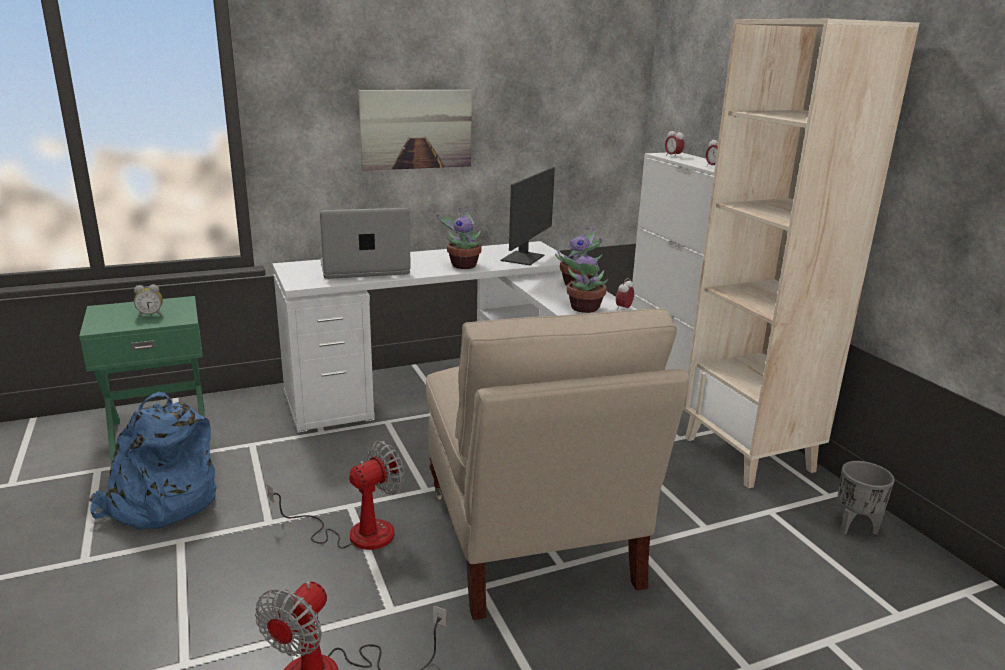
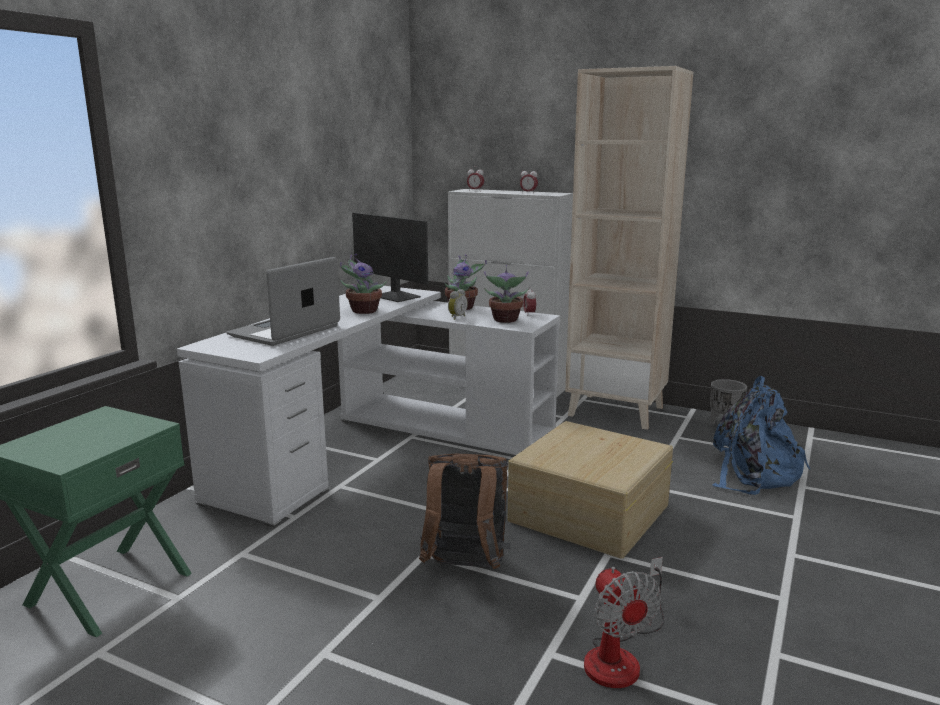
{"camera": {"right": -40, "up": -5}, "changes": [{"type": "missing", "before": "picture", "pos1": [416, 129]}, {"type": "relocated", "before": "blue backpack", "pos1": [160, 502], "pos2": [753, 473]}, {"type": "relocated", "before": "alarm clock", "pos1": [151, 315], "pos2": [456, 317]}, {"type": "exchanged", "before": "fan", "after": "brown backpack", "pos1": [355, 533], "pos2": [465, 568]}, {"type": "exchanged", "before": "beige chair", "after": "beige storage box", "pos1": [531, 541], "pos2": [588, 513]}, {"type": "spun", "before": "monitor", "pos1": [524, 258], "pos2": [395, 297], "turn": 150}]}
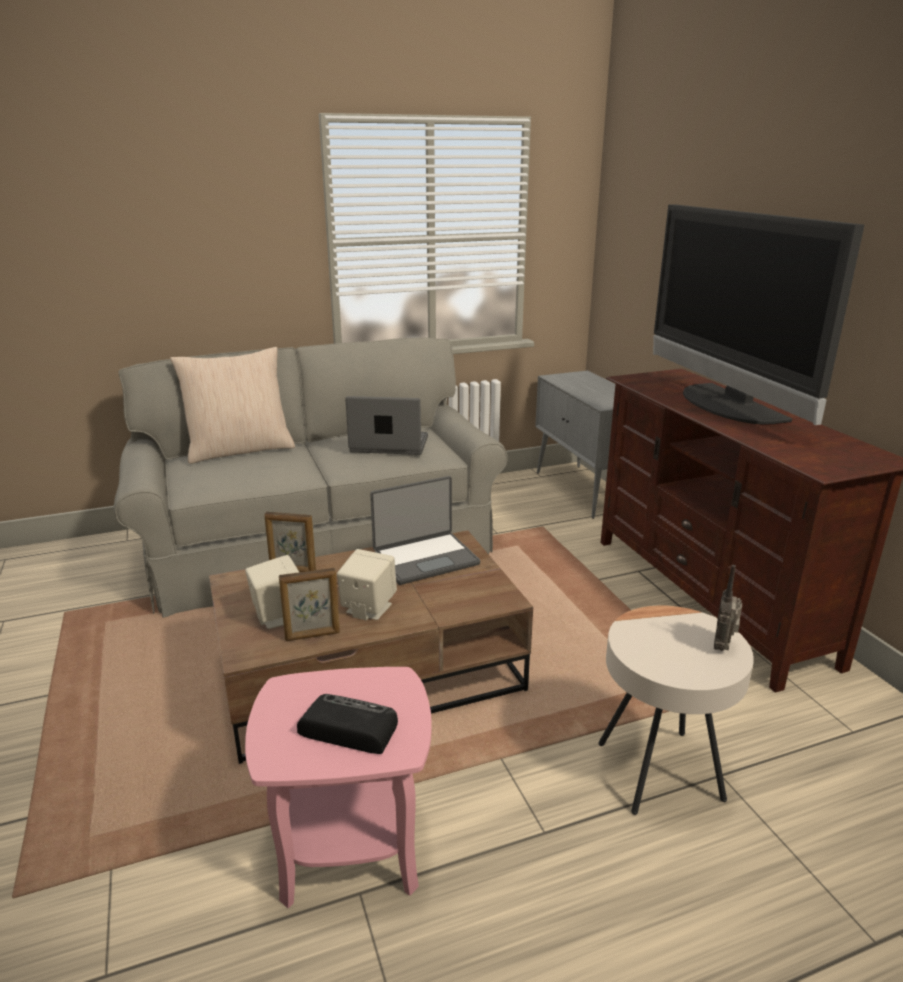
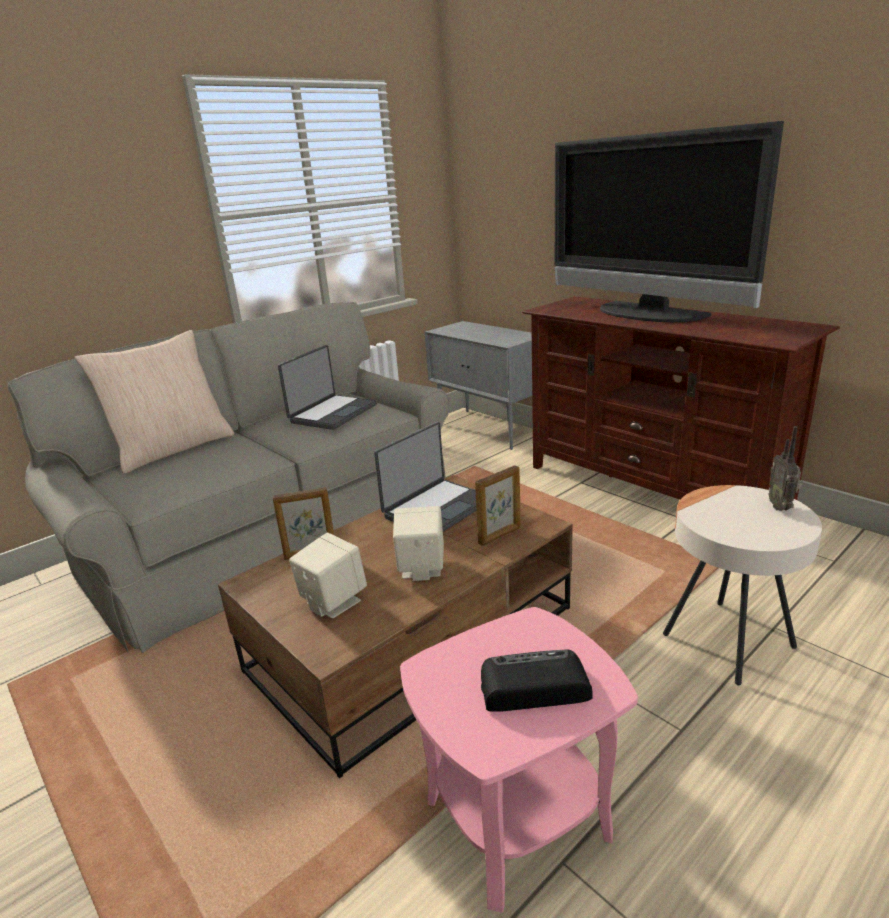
{"camera": {"right": -20, "up": 0}, "changes": [{"type": "relocated", "before": "picture frame", "pos1": [313, 635], "pos2": [500, 535]}, {"type": "spun", "before": "laptop", "pos1": [389, 445], "pos2": [332, 413], "turn": 135}]}
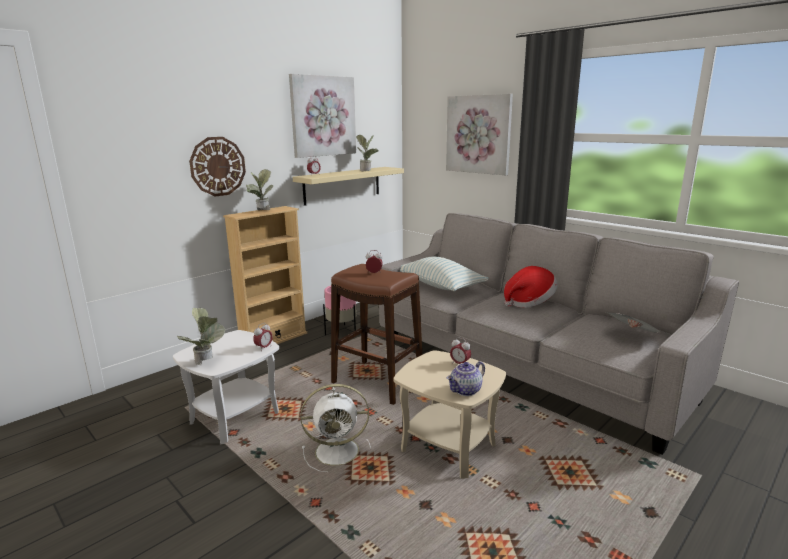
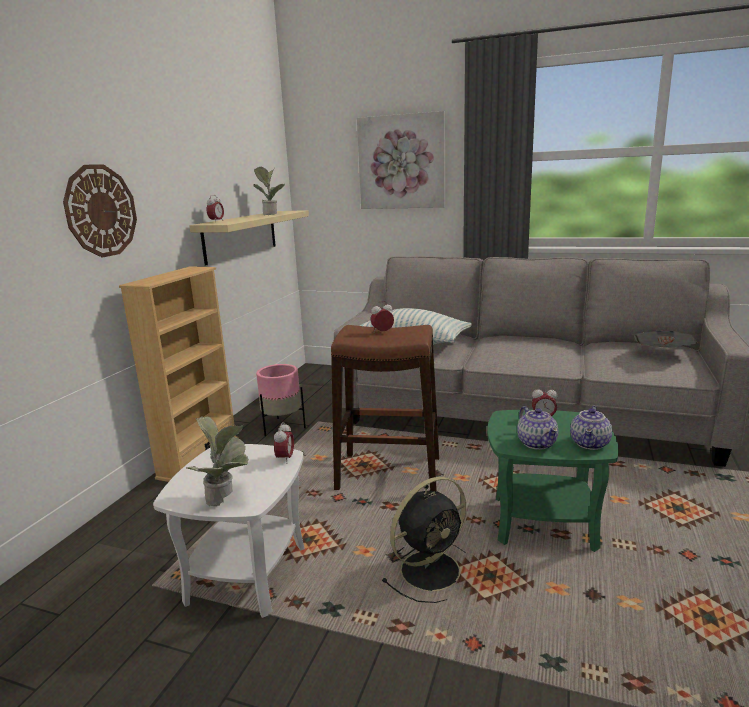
{"camera": {"right": -25, "up": 0}, "changes": [{"type": "missing", "before": "potted plant", "pos1": [261, 211]}, {"type": "missing", "before": "picture", "pos1": [323, 116]}, {"type": "missing", "before": "hat", "pos1": [529, 302]}, {"type": "appeared", "after": "teapot", "pos2": [537, 443]}, {"type": "colour", "before": "white fan", "after": "black fan", "pos1": [339, 451], "pos2": [432, 570]}, {"type": "colour", "before": "beige side table", "after": "green side table", "pos1": [448, 448], "pos2": [544, 523]}]}
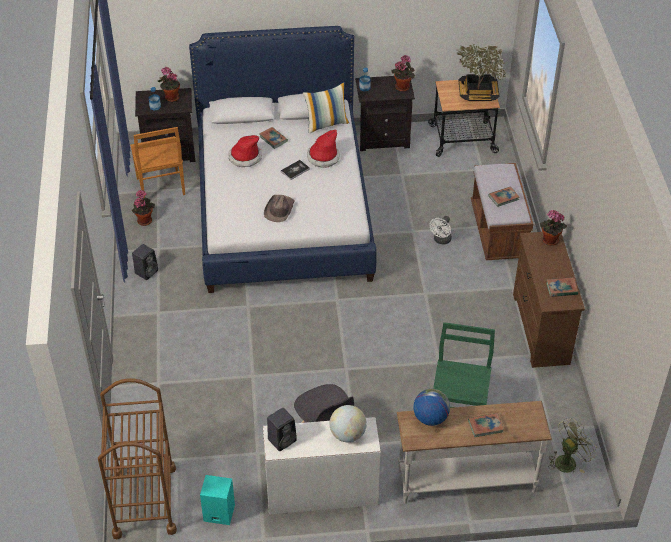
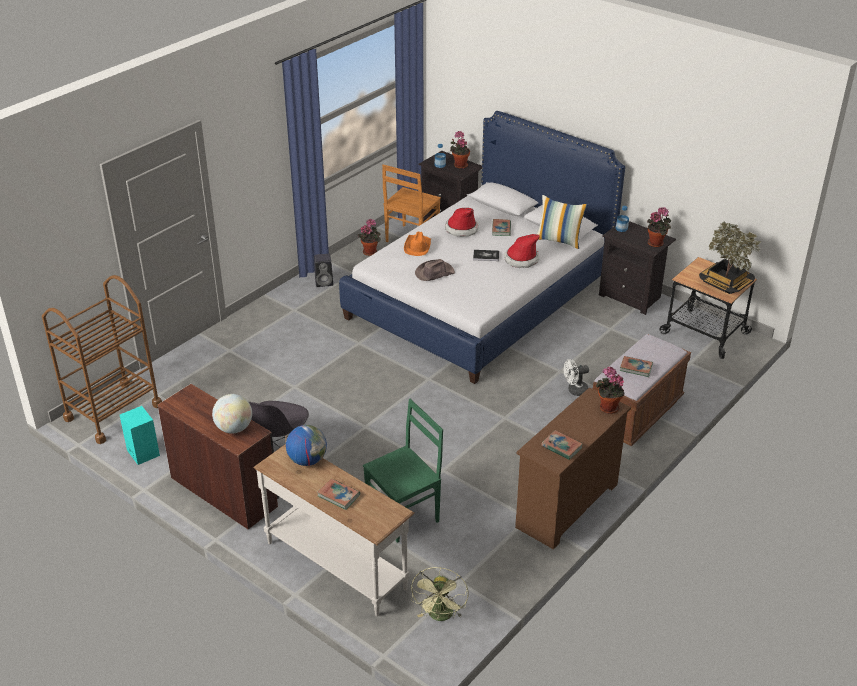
{"camera": {"right": 45, "up": -10}, "changes": [{"type": "missing", "before": "black speaker", "pos1": [282, 439]}, {"type": "appeared", "after": "orange hat", "pos2": [417, 246]}, {"type": "colour", "before": "white desk", "after": "brown desk", "pos1": [321, 492], "pos2": [225, 491]}, {"type": "spun", "before": "green fan", "pos1": [568, 461], "pos2": [441, 616], "turn": 90}]}
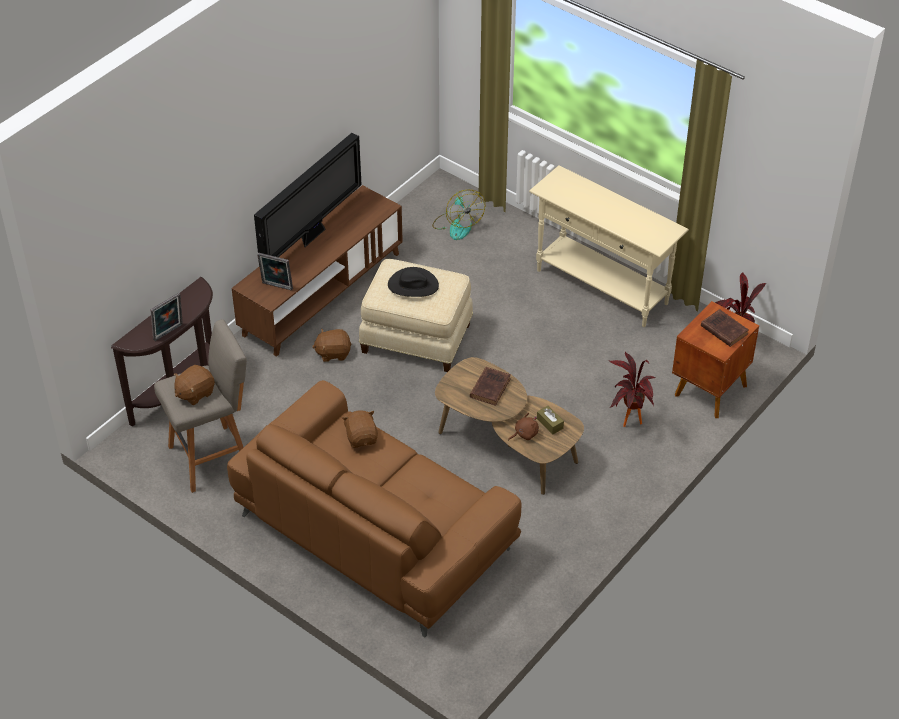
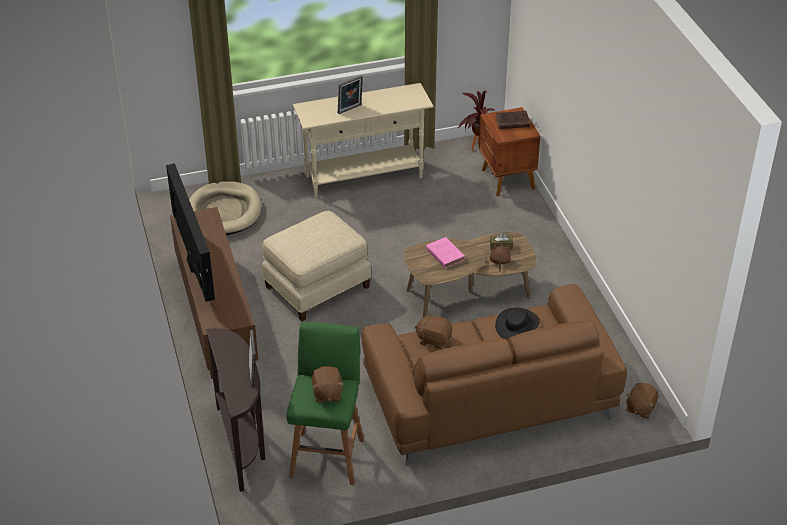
{"camera": {"right": -55, "up": -5}, "changes": [{"type": "missing", "before": "potted plant", "pos1": [628, 424]}, {"type": "relocated", "before": "picture frame", "pos1": [276, 287], "pos2": [350, 110]}, {"type": "relocated", "before": "brown plush toy", "pos1": [333, 353], "pos2": [640, 408]}, {"type": "relocated", "before": "black hat", "pos1": [413, 285], "pos2": [517, 325]}, {"type": "exchanged", "before": "fan", "after": "beige dog bed", "pos1": [457, 225], "pos2": [224, 212]}, {"type": "colour", "before": "grey stool", "after": "green stool", "pos1": [212, 457], "pos2": [327, 455]}, {"type": "colour", "before": "brown book", "after": "pink book", "pos1": [490, 387], "pos2": [444, 254]}]}
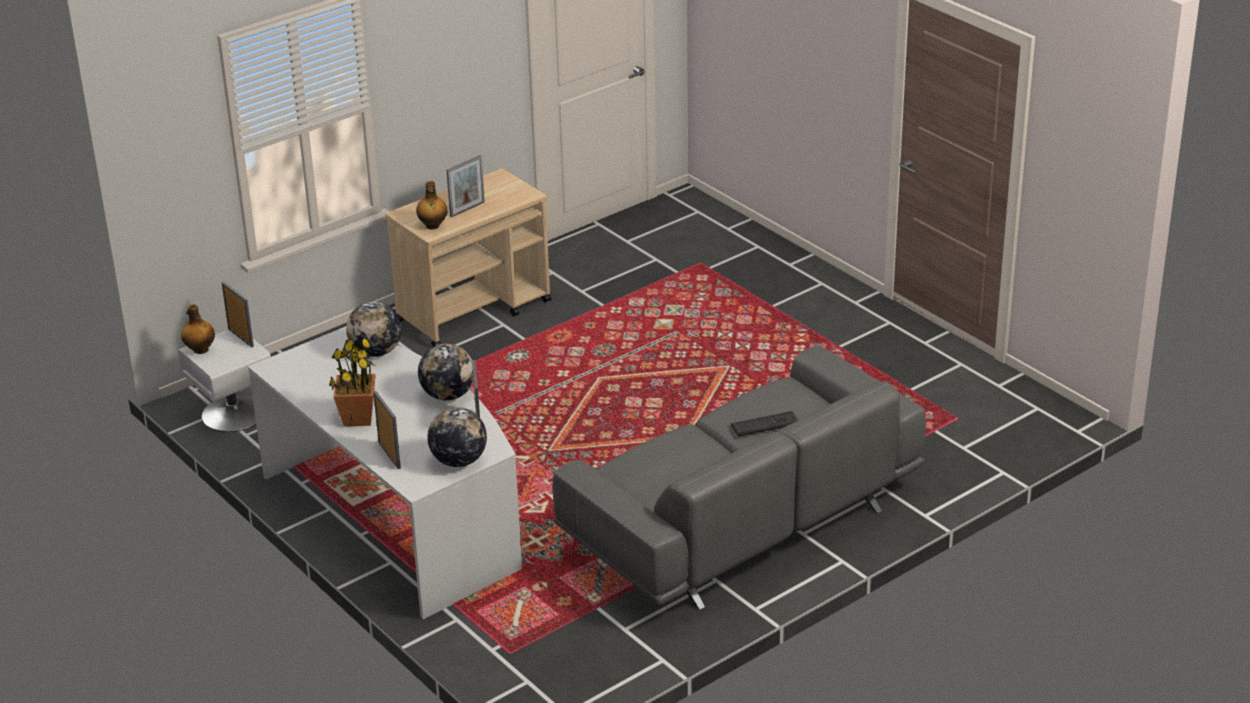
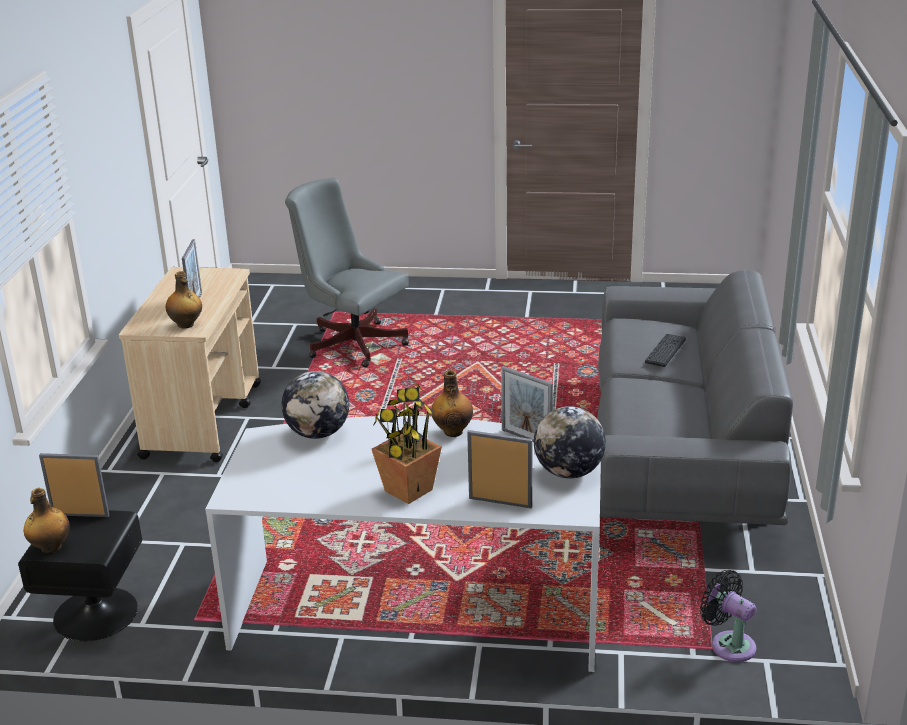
{"camera": {"right": -45, "up": -5}, "changes": [{"type": "appeared", "after": "grey office chair", "pos2": [352, 342]}, {"type": "appeared", "after": "black fan", "pos2": [729, 644]}, {"type": "exchanged", "before": "globe", "after": "bottle", "pos1": [448, 395], "pos2": [453, 431]}, {"type": "colour", "before": "white nightstand", "after": "black nightstand", "pos1": [232, 414], "pos2": [95, 614]}]}
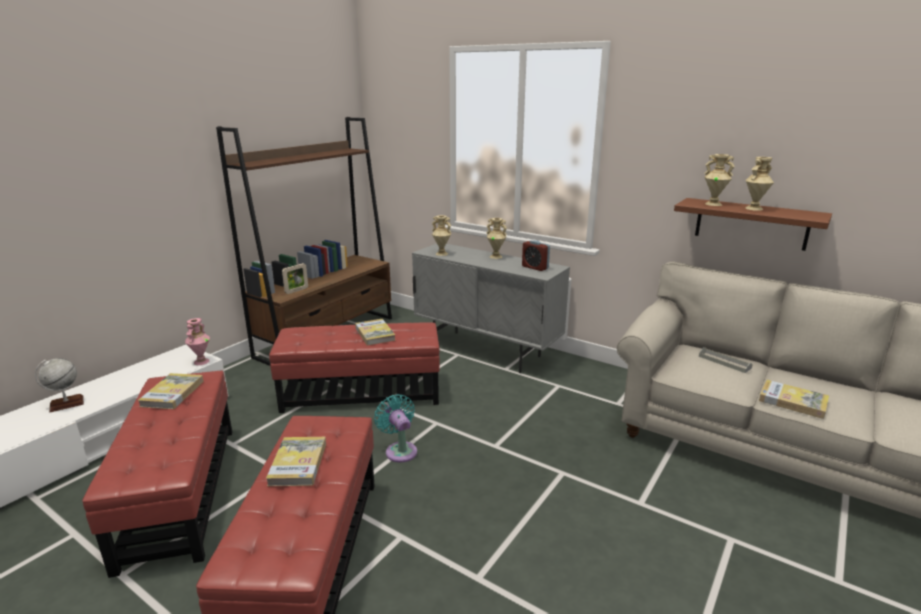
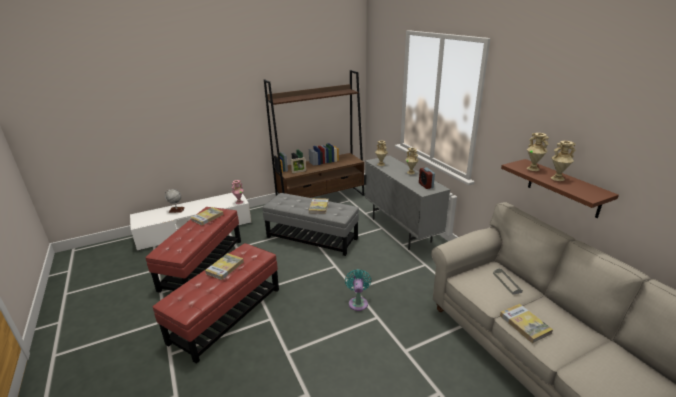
{"camera": {"right": 30, "up": 5}, "changes": [{"type": "relocated", "before": "turquoise fan", "pos1": [400, 450], "pos2": [358, 302]}, {"type": "colour", "before": "red ottoman", "after": "grey ottoman", "pos1": [361, 393], "pos2": [312, 237]}]}
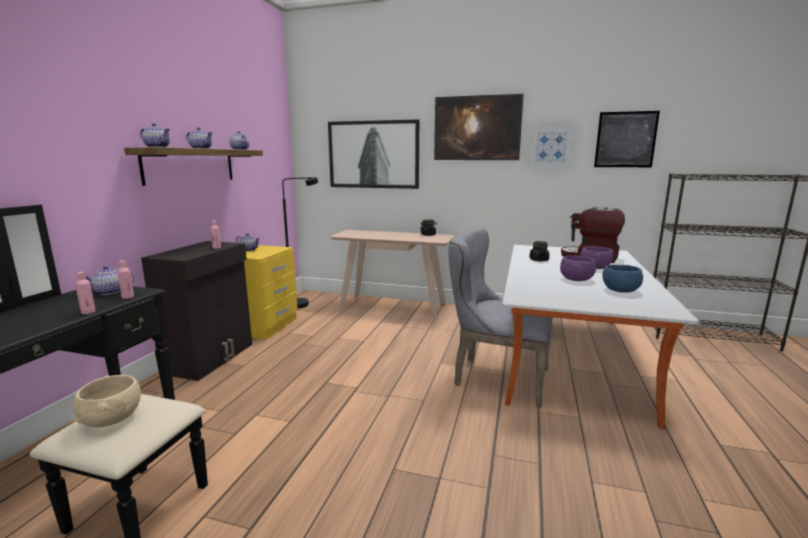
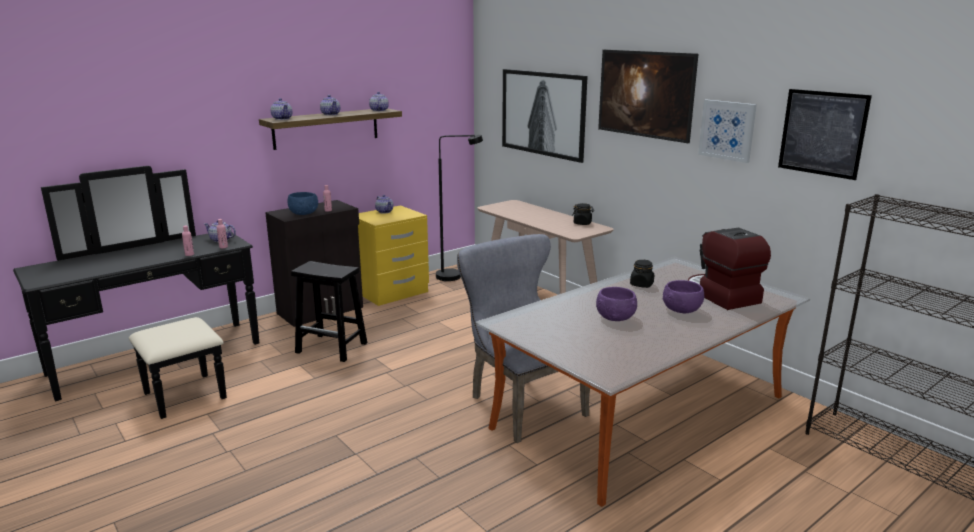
{"camera": {"right": 35, "up": 5}, "changes": [{"type": "missing", "before": "beige bowl", "pos1": [113, 418]}, {"type": "appeared", "after": "black stool", "pos2": [332, 348]}, {"type": "relocated", "before": "blue bowl", "pos1": [619, 290], "pos2": [304, 213]}]}
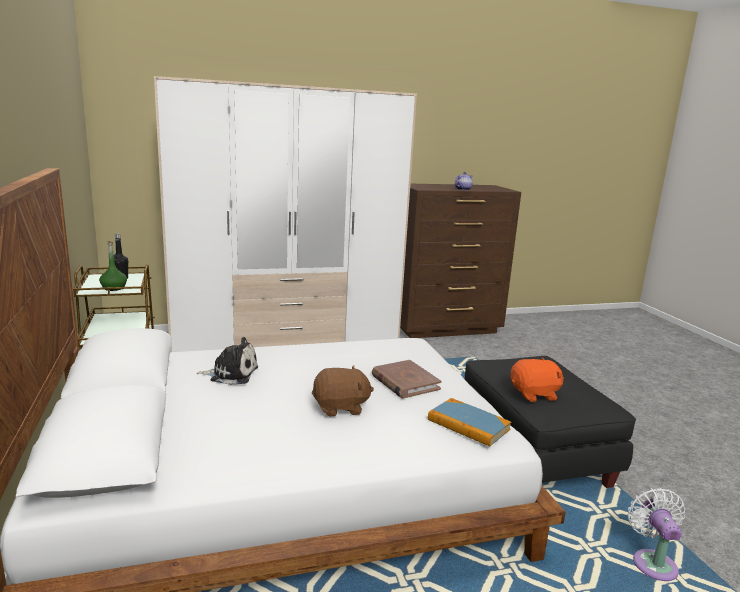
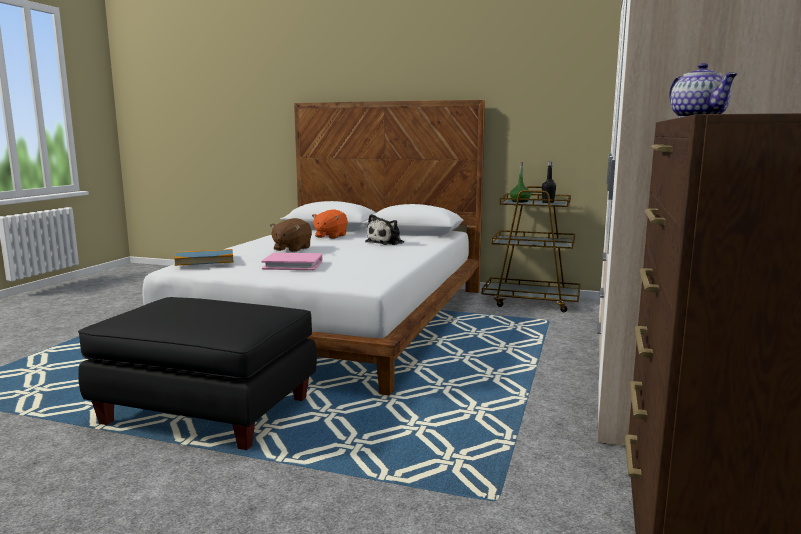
{"camera": {"right": 125, "up": -5}, "changes": [{"type": "missing", "before": "white fan", "pos1": [652, 562]}, {"type": "relocated", "before": "orange plush toy", "pos1": [534, 394], "pos2": [330, 236]}, {"type": "colour", "before": "brown book", "after": "pink book", "pos1": [405, 382], "pos2": [293, 265]}]}
